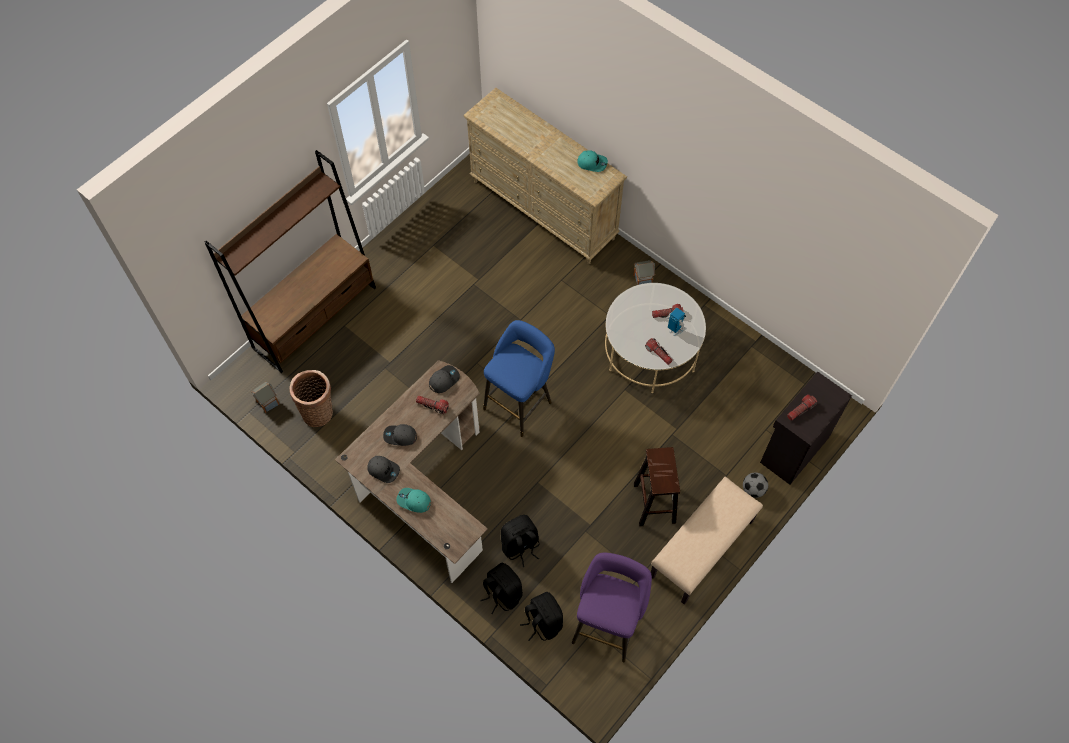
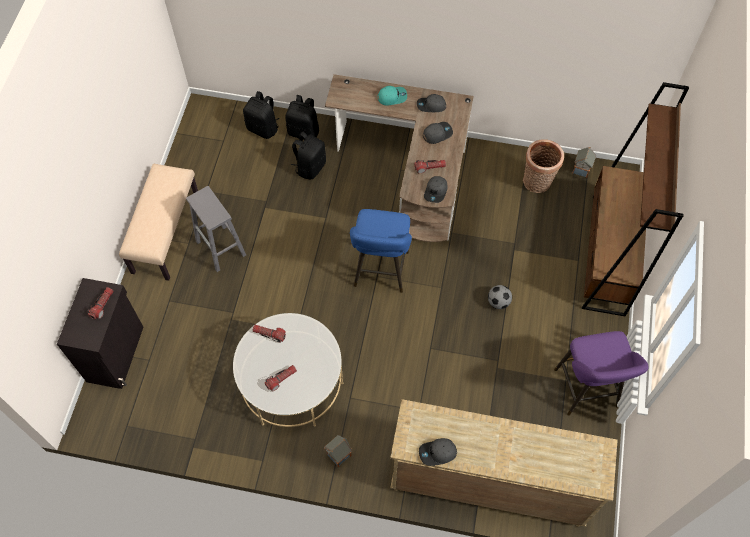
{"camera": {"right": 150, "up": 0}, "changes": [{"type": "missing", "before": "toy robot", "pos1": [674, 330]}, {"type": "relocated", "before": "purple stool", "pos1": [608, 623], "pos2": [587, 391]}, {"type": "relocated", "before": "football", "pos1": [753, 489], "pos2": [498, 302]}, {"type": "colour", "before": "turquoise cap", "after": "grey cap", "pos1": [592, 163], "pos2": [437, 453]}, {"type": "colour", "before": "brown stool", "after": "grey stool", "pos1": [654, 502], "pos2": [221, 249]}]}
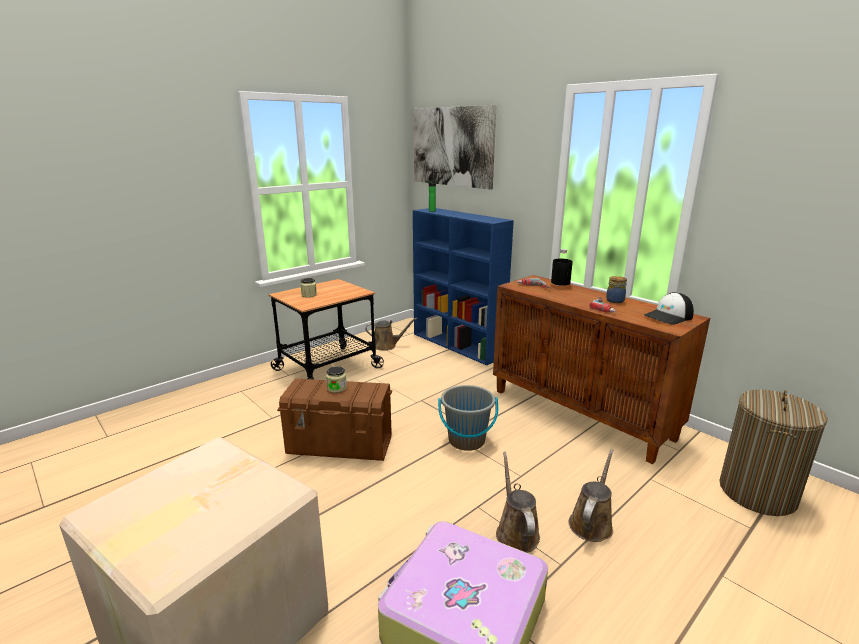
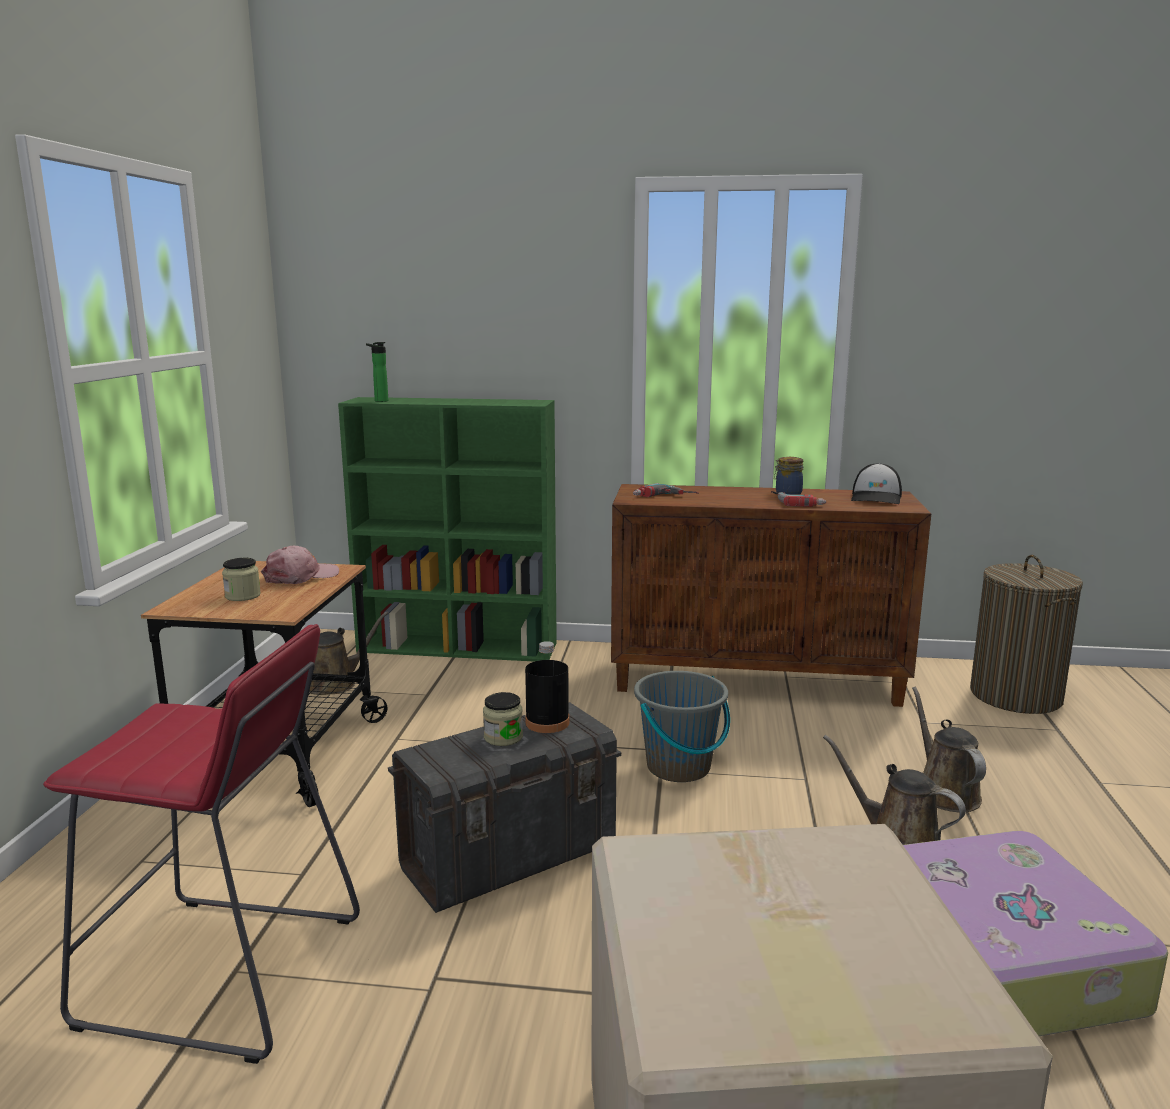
{"camera": {"right": -40, "up": -5}, "changes": [{"type": "missing", "before": "picture", "pos1": [452, 147]}, {"type": "appeared", "after": "red stool", "pos2": [223, 973]}, {"type": "appeared", "after": "pink cap", "pos2": [301, 576]}, {"type": "relocated", "before": "black bottle", "pos1": [560, 286], "pos2": [547, 723]}, {"type": "colour", "before": "brown storage box", "after": "grey storage box", "pos1": [340, 446], "pos2": [510, 857]}, {"type": "colour", "before": "blue bookcase", "after": "green bookcase", "pos1": [458, 345], "pos2": [459, 647]}]}
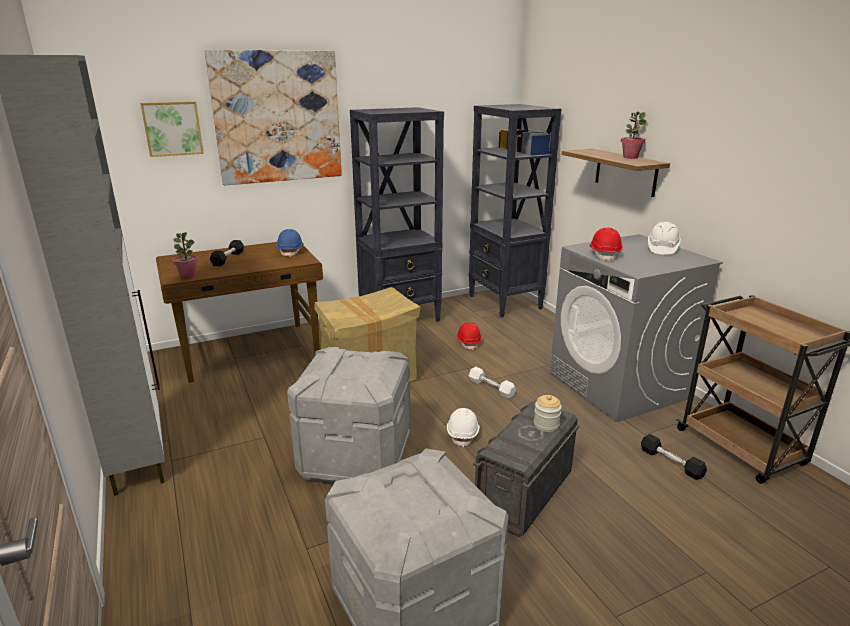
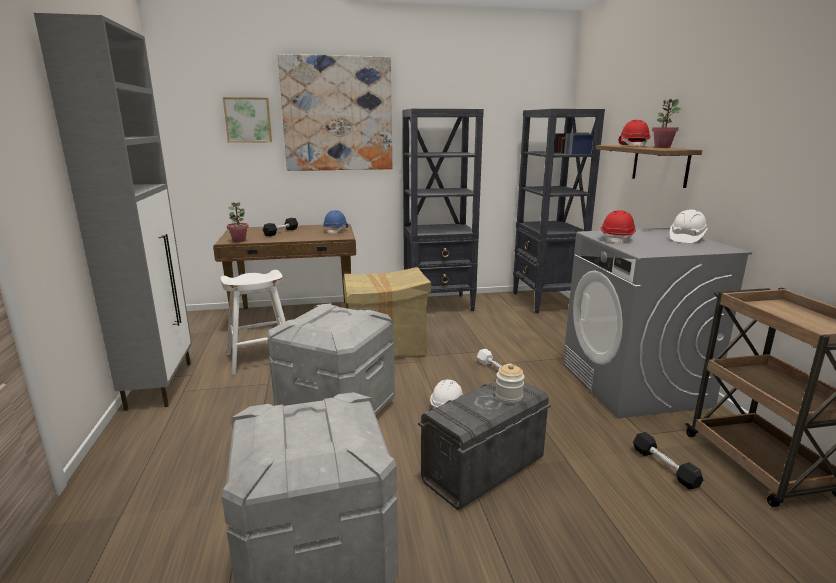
{"camera": {"right": 15, "up": -5}, "changes": [{"type": "appeared", "after": "white stool", "pos2": [261, 358]}, {"type": "relocated", "before": "red hard hat", "pos1": [468, 342], "pos2": [633, 146]}]}
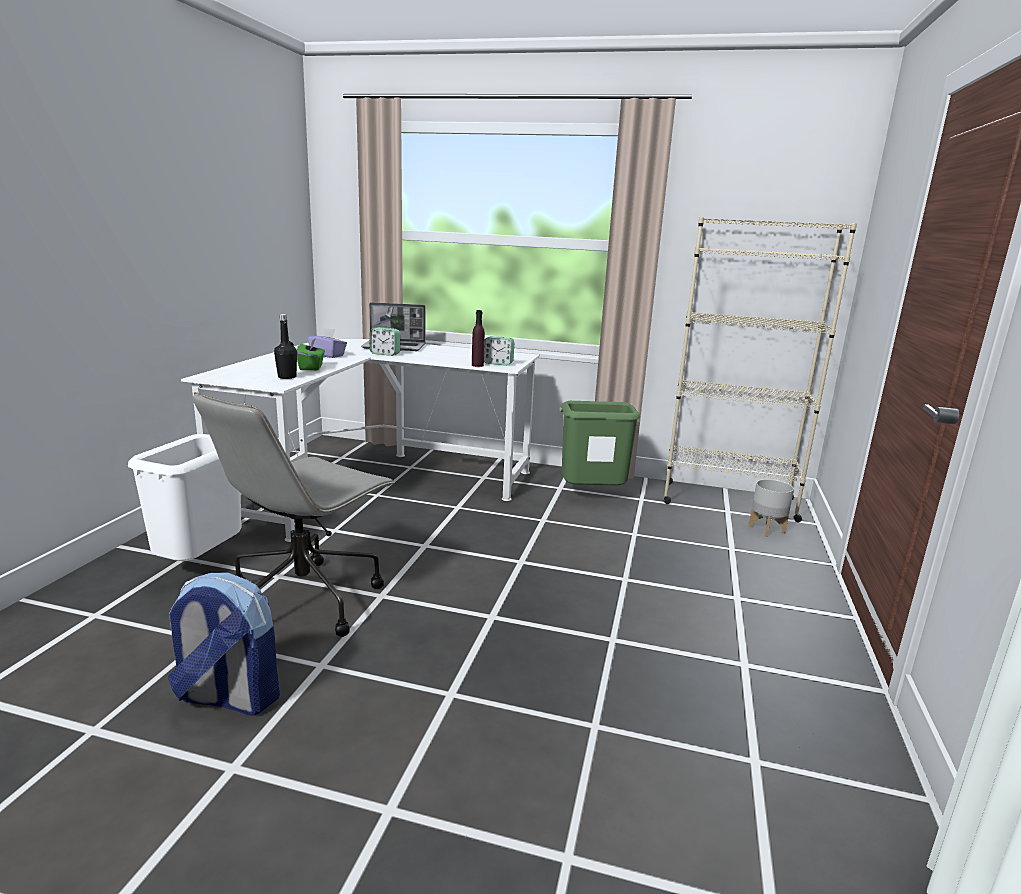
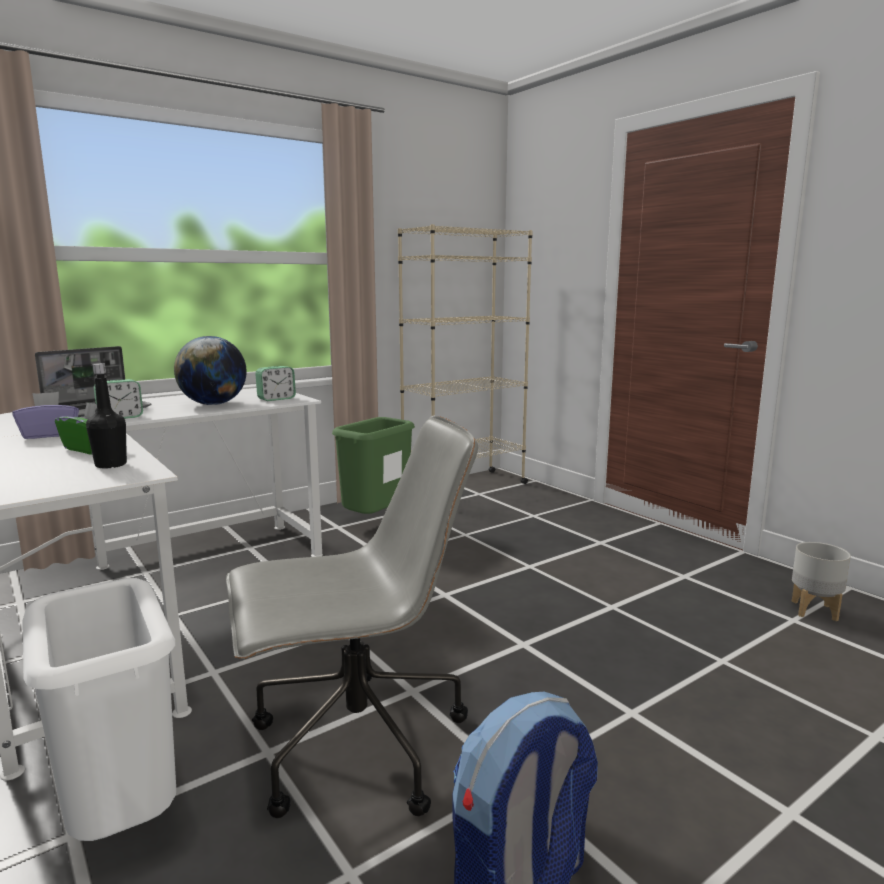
{"camera": {"right": -50, "up": -5}, "changes": [{"type": "missing", "before": "purple bottle", "pos1": [477, 365]}, {"type": "appeared", "after": "globe", "pos2": [213, 404]}, {"type": "relocated", "before": "grey planter", "pos1": [767, 530], "pos2": [815, 611]}, {"type": "spun", "before": "grey office chair", "pos1": [305, 599], "pos2": [354, 747], "turn": -90}]}
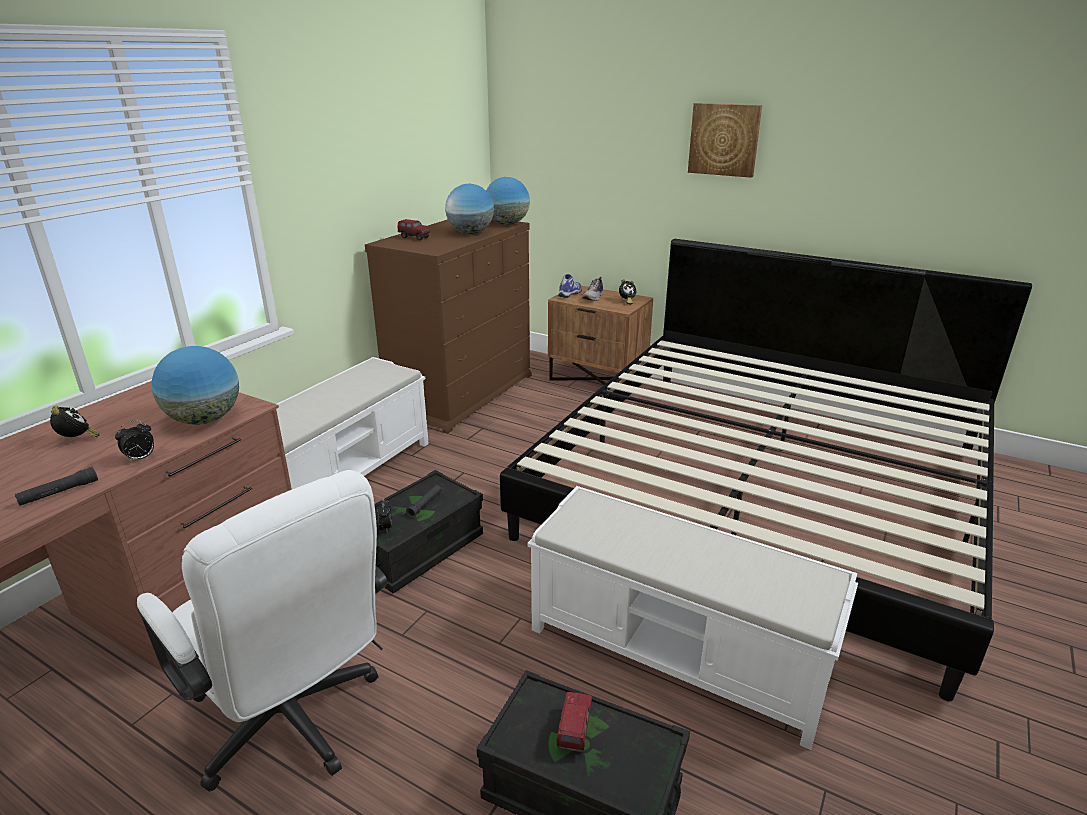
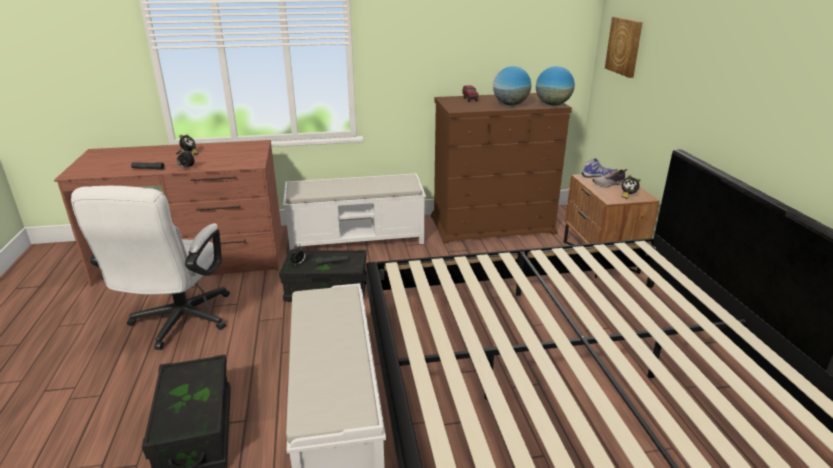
{"camera": {"right": 50, "up": 0}, "changes": [{"type": "missing", "before": "globe", "pos1": [204, 420]}, {"type": "missing", "before": "toy truck", "pos1": [574, 731]}, {"type": "relocated", "before": "picture", "pos1": [724, 139], "pos2": [624, 46]}]}
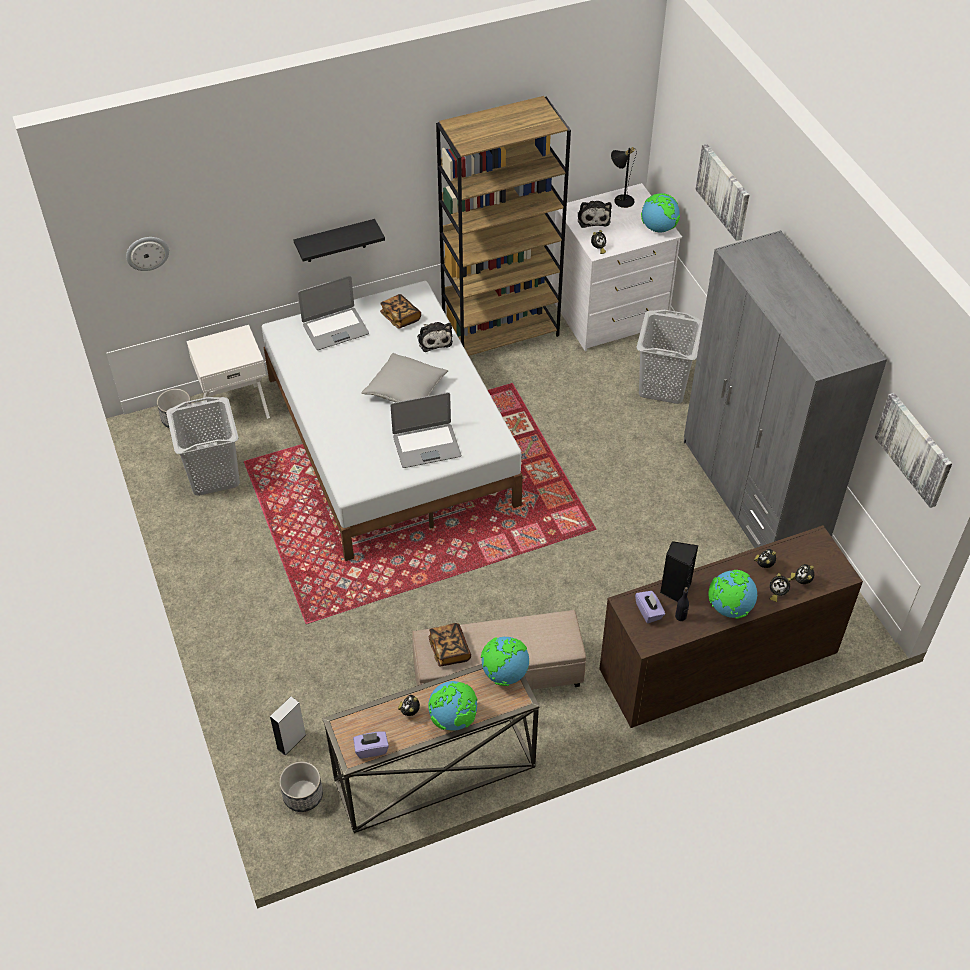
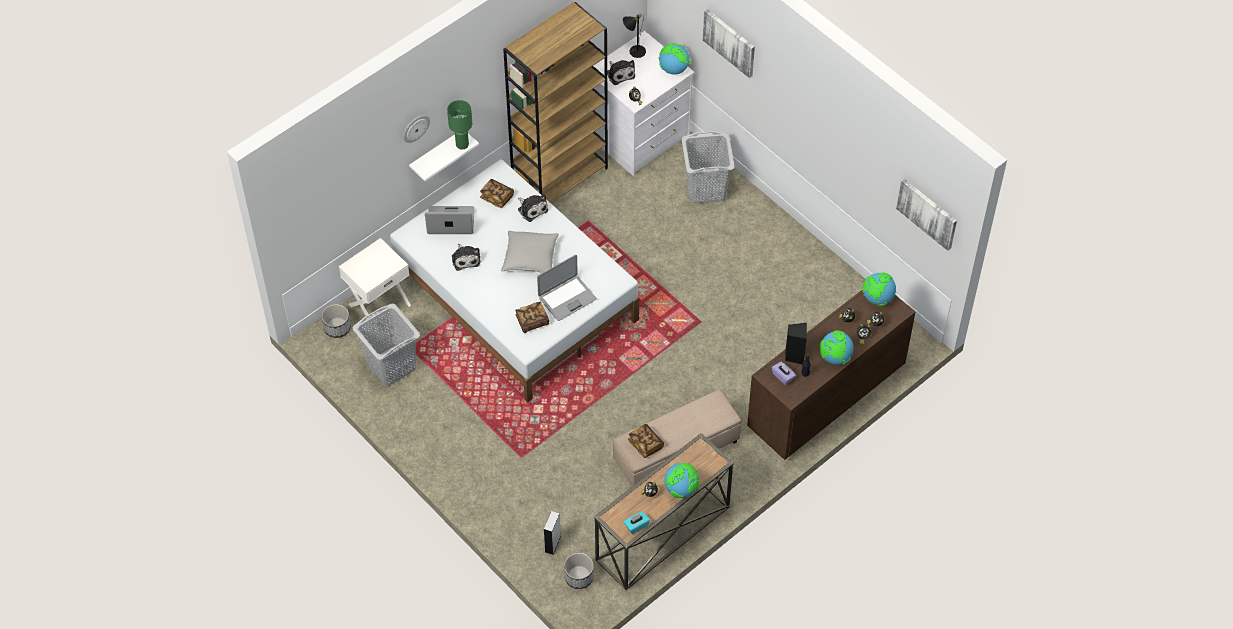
{"camera": {"right": -20, "up": 5}, "changes": [{"type": "missing", "before": "grey wardrobe", "pos1": [752, 495]}, {"type": "appeared", "after": "green table lamp", "pos2": [462, 144]}, {"type": "appeared", "after": "plush toy", "pos2": [465, 259]}, {"type": "appeared", "after": "book", "pos2": [532, 321]}, {"type": "relocated", "before": "wall clock", "pos1": [147, 253], "pos2": [415, 128]}, {"type": "relocated", "before": "globe", "pos1": [504, 674], "pos2": [877, 298]}, {"type": "colour", "before": "black shelf", "after": "white shelf", "pos1": [335, 241], "pos2": [437, 154]}, {"type": "colour", "before": "purple tissue box", "after": "turquoise tissue box", "pos1": [371, 749], "pos2": [636, 526]}, {"type": "spun", "before": "laptop", "pos1": [335, 329], "pos2": [450, 222], "turn": -135}]}
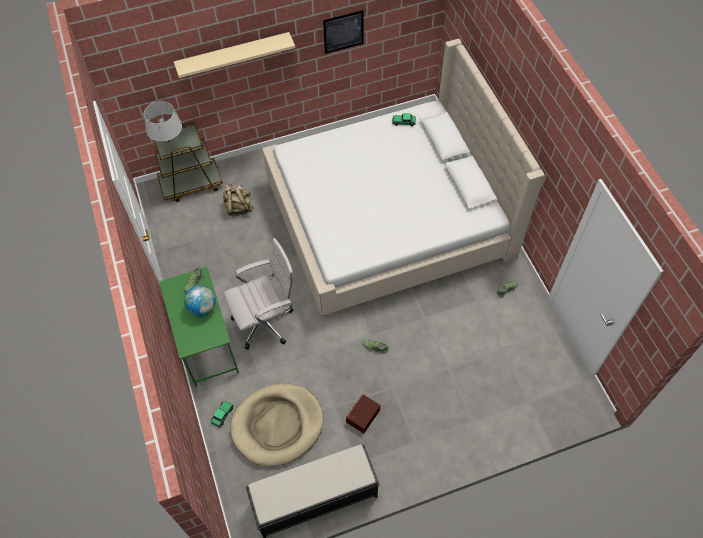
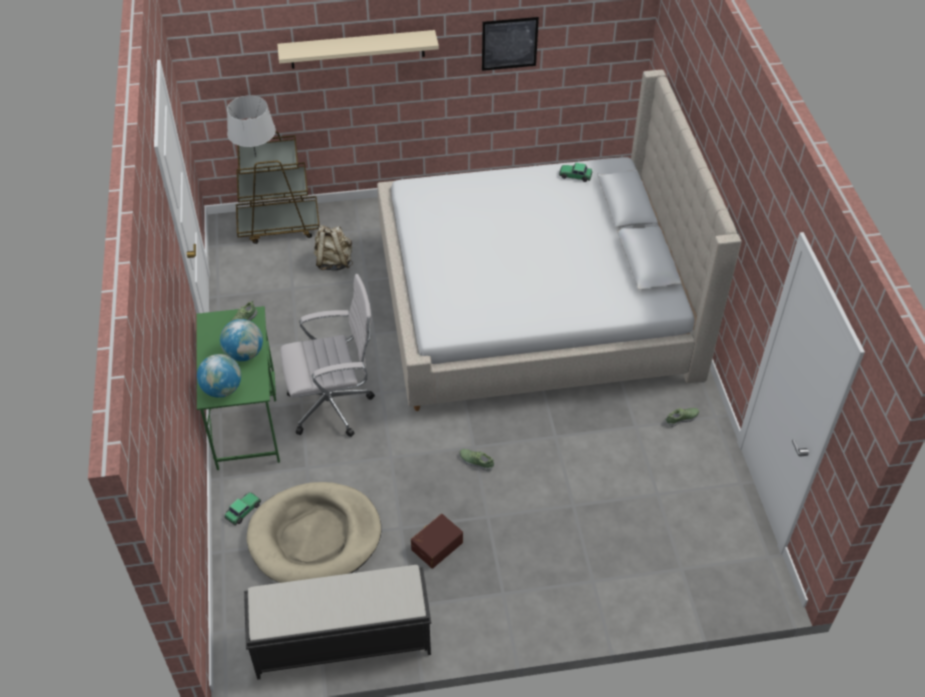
{"camera": {"right": 10, "up": -10}, "changes": [{"type": "appeared", "after": "globe", "pos2": [222, 389]}]}
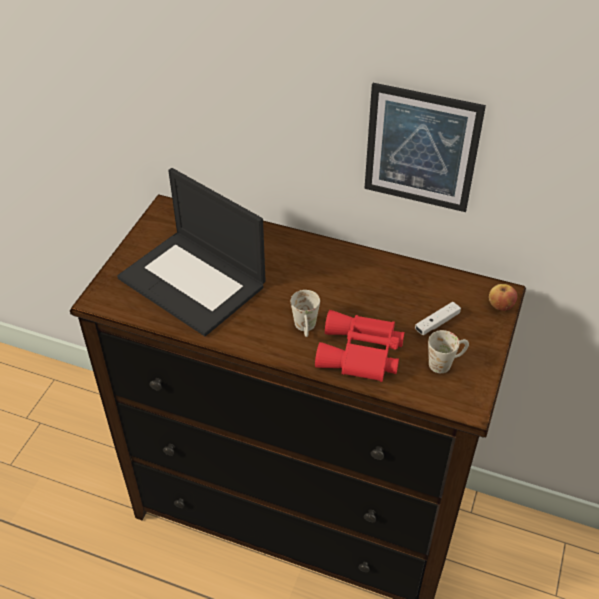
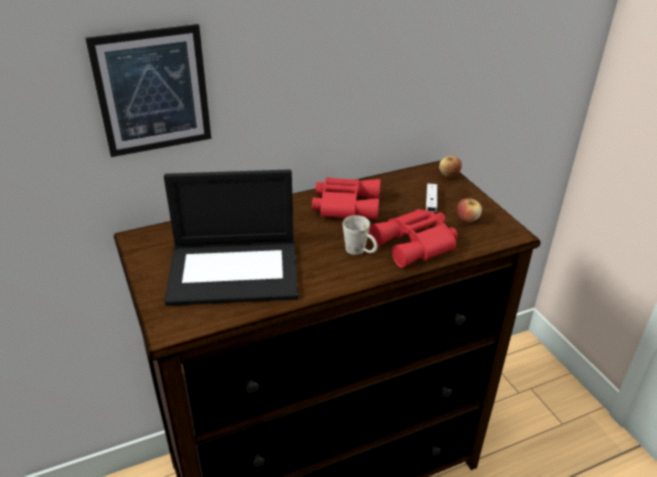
{"camera": {"right": -45, "up": -10}, "changes": [{"type": "appeared", "after": "red binoculars", "pos2": [345, 204]}, {"type": "relocated", "before": "picture", "pos1": [421, 148], "pos2": [153, 91]}, {"type": "exchanged", "before": "white mug", "after": "apple", "pos1": [446, 362], "pos2": [467, 219]}]}
